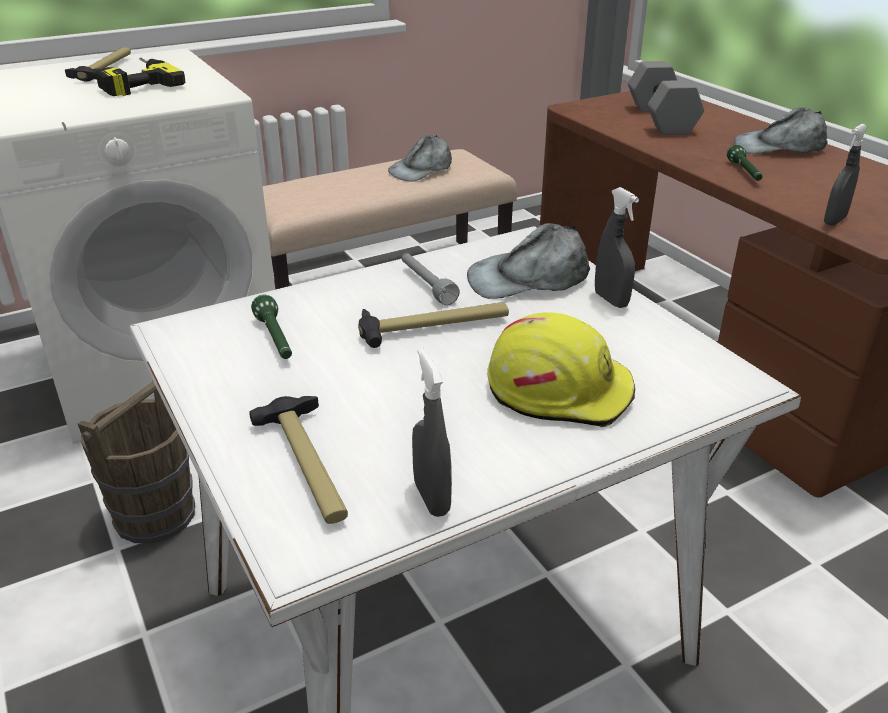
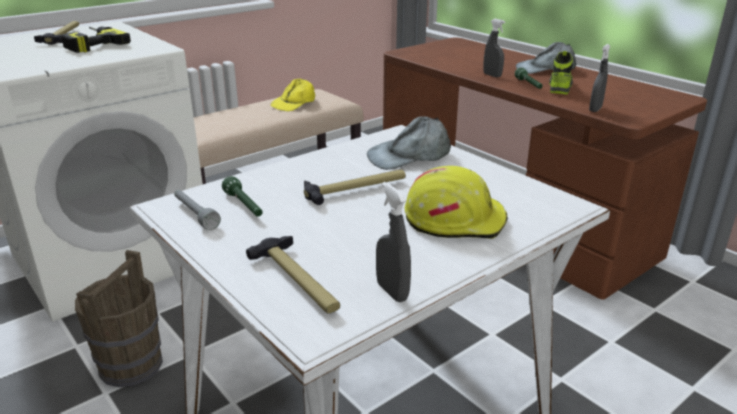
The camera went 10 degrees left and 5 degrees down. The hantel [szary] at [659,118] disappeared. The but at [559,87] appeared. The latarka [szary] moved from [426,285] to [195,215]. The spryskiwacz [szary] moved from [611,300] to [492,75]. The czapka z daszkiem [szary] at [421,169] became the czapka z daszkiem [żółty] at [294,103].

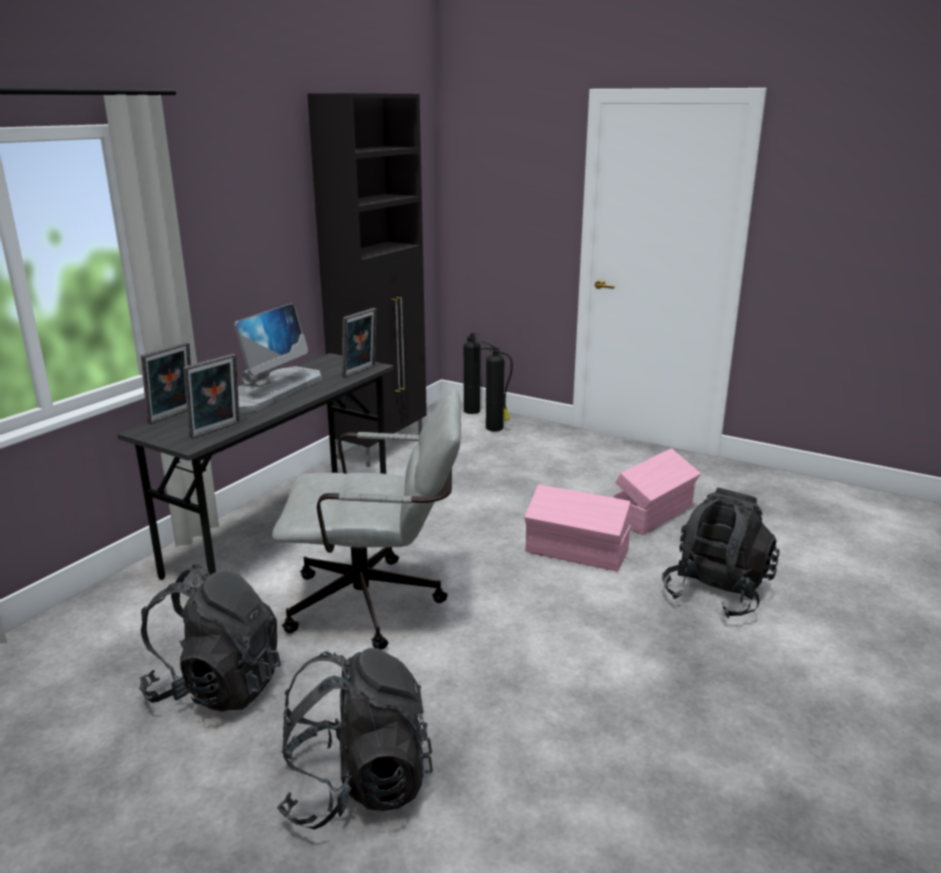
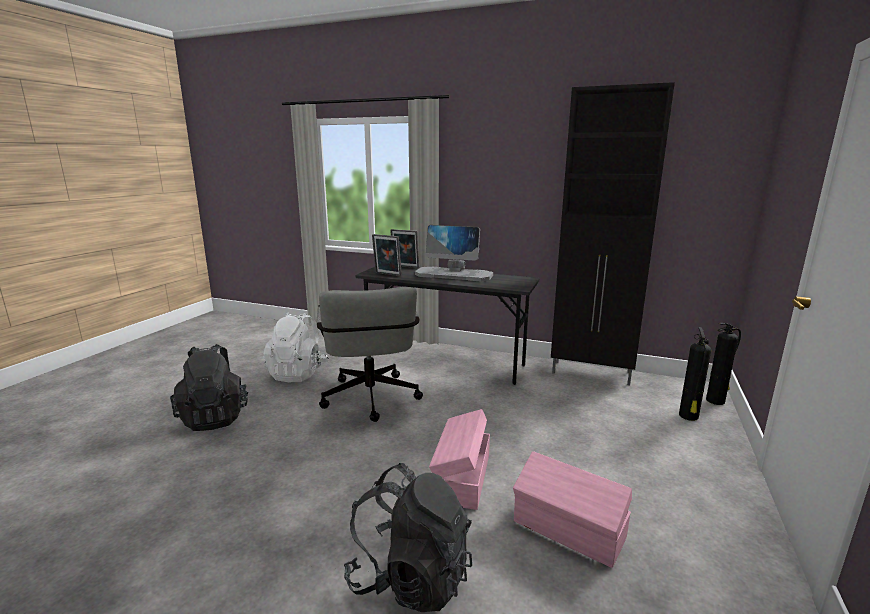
The camera went 80 degrees right and 5 degrees down. The ramka na zdjęcie at [361,372] disappeared. The plecak [czarny] at [217,686] became the plecak [biały] at [298,373].

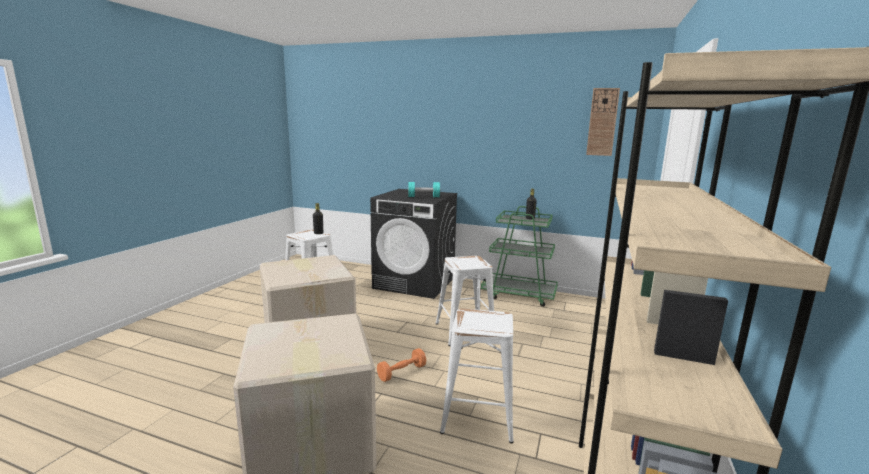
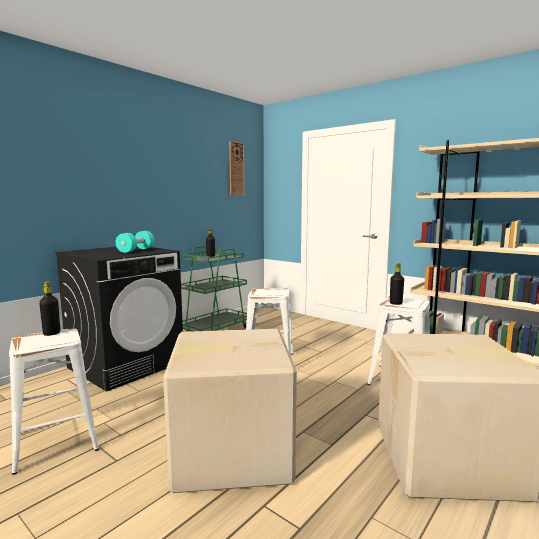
The camera went 70 degrees left and 5 degrees down. The hantel [pomarańczowy] at [402,372] disappeared. The butelka [czarny] at [396,303] appeared.

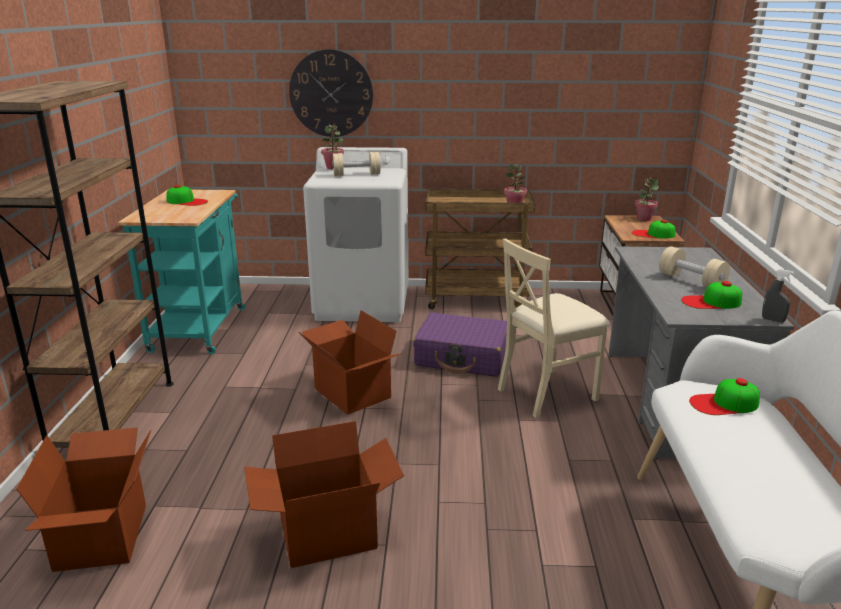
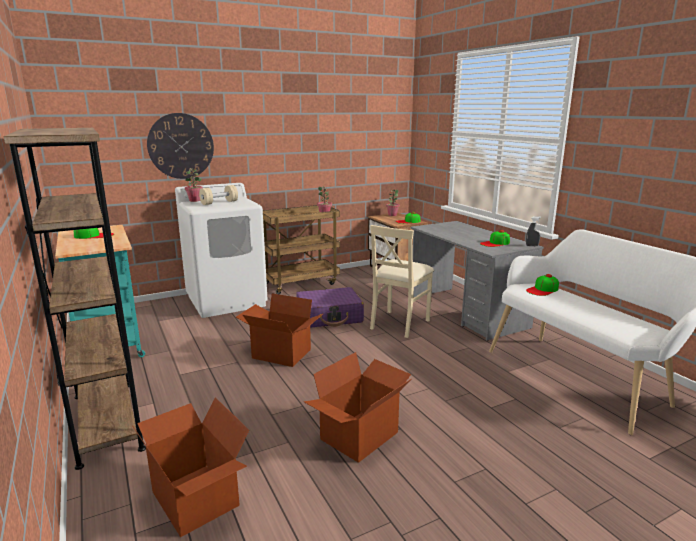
The camera went 30 degrees left and 5 degrees down. The hantel [beżowy] at [691,281] disappeared.

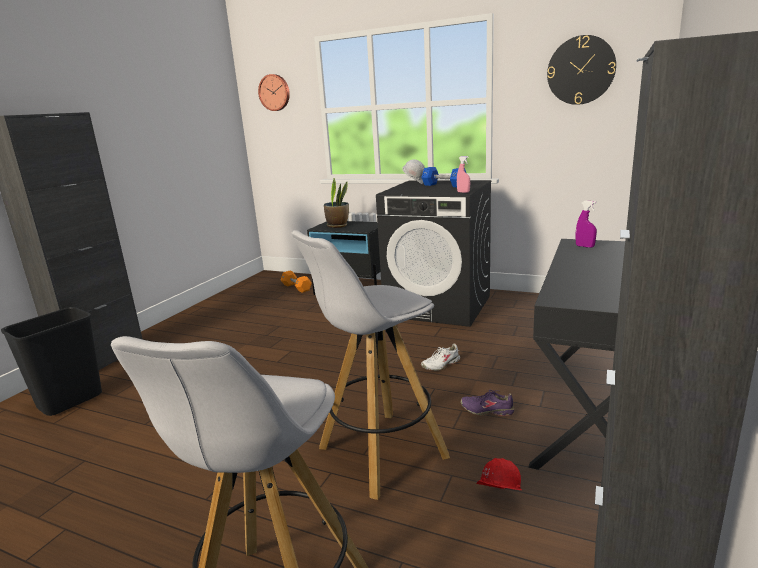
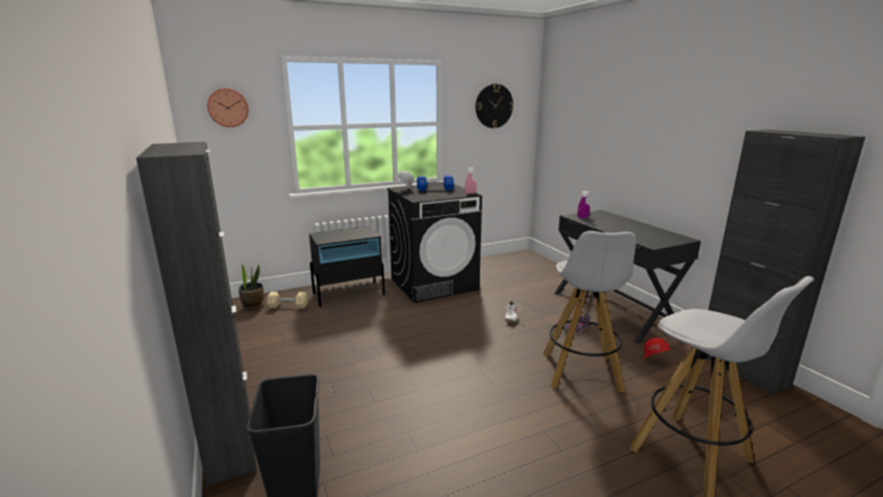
The camera went 50 degrees left and 0 degrees up. The roślina doniczkowa moved from [338,226] to [253,305]. The hantel [pomarańczowy] at [296,287] became the hantel [beżowy] at [288,306].

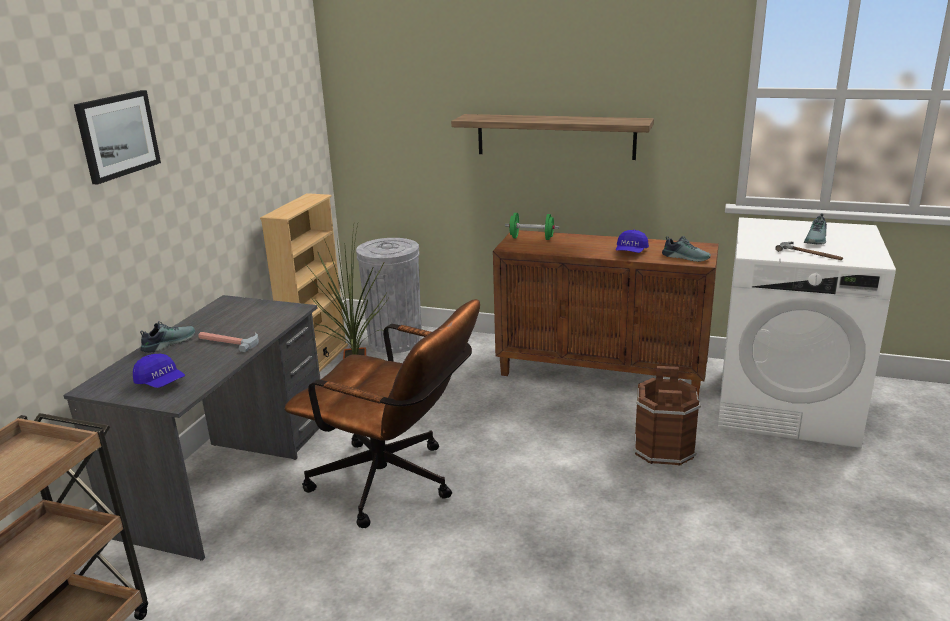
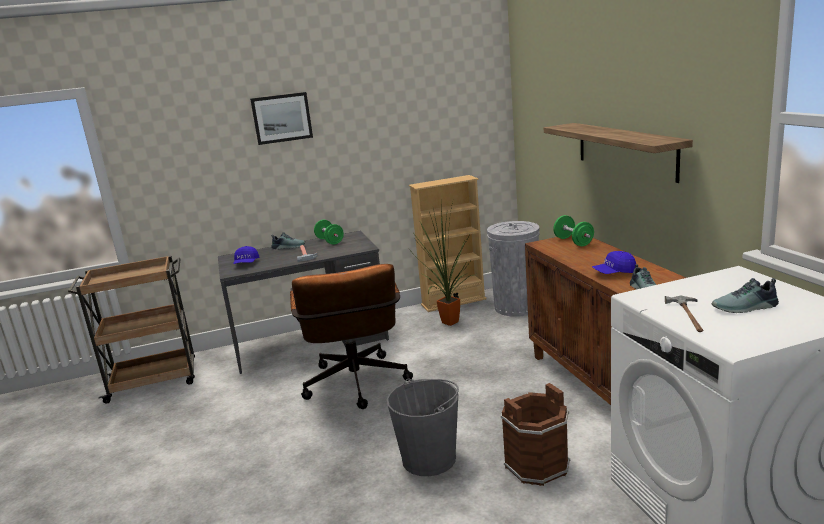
The camera went 55 degrees right and 5 degrees down. The hantel [zielony] at [330,241] appeared. The wiadro [szary] at [429,458] appeared.

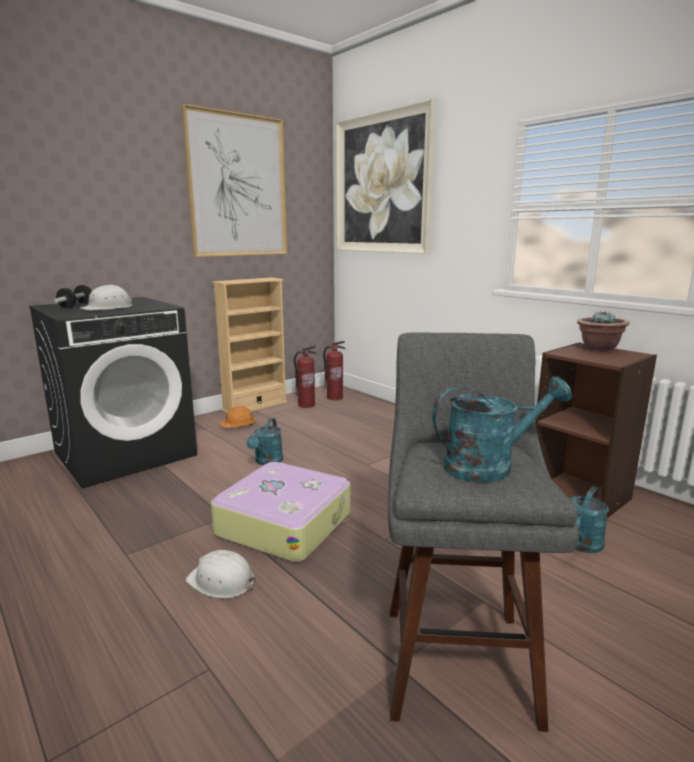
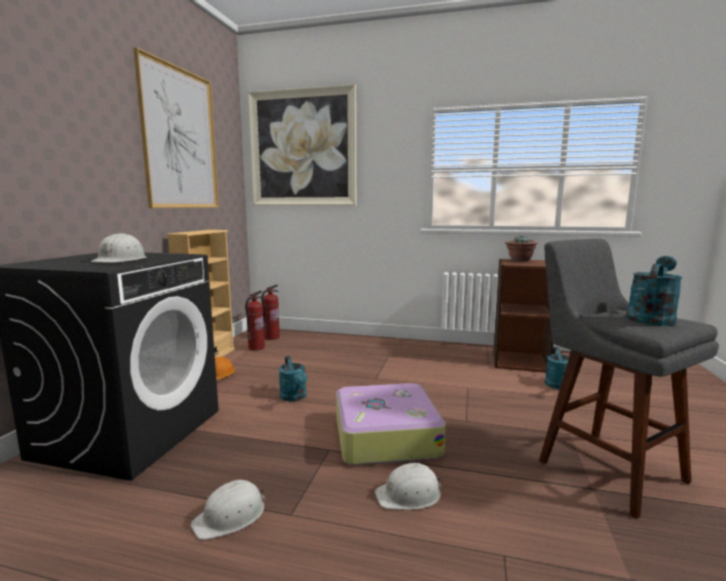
The camera went 35 degrees left and 5 degrees down. The hantel at [76,306] disappeared. The kask [biały] at [231,516] appeared.

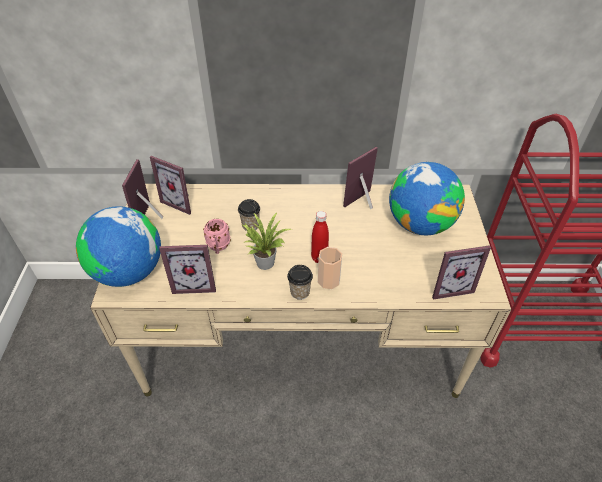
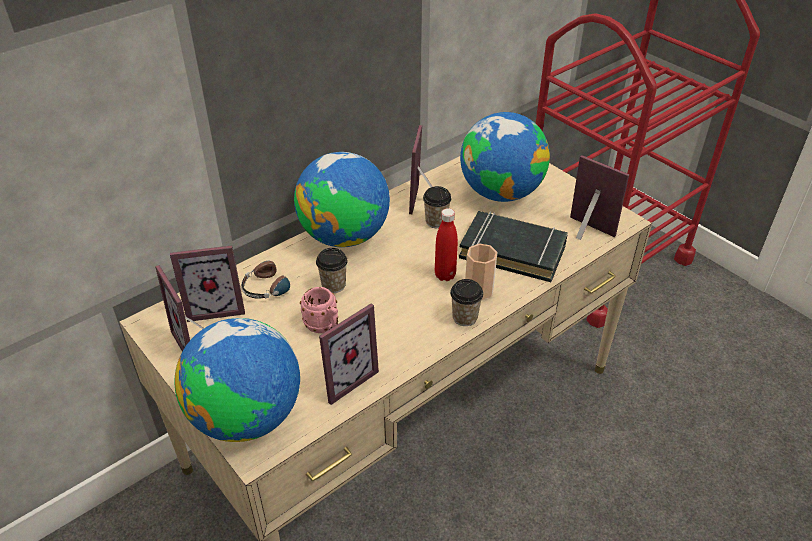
The camera went 40 degrees left and 5 degrees down. The roślina doniczkowa at [265,261] disappeared. The słuchawki at [273,284] appeared. The globus at [345,236] appeared. The filiżanka at [436,222] appeared. The książka [czarny] at [513,251] appeared. The ramka na zdjęcie at [449,286] turned 90 degrees counterclockwise.

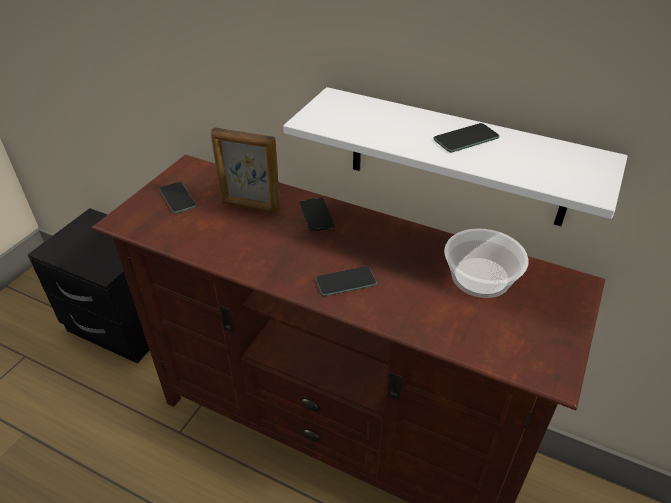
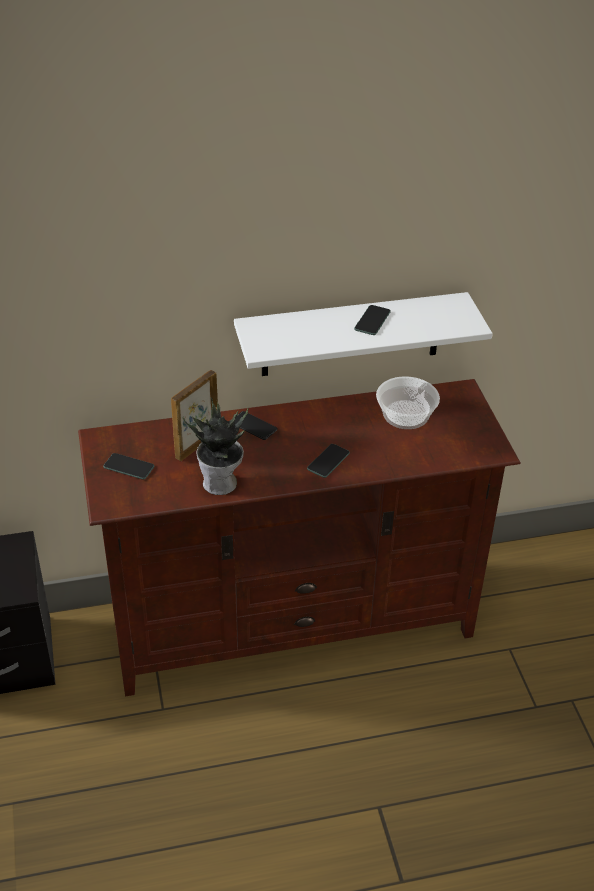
The camera went 40 degrees left and 0 degrees up. The roślina doniczkowa at [221,484] appeared. The ramka na zdjęcie at [250,207] turned 150 degrees clockwise.

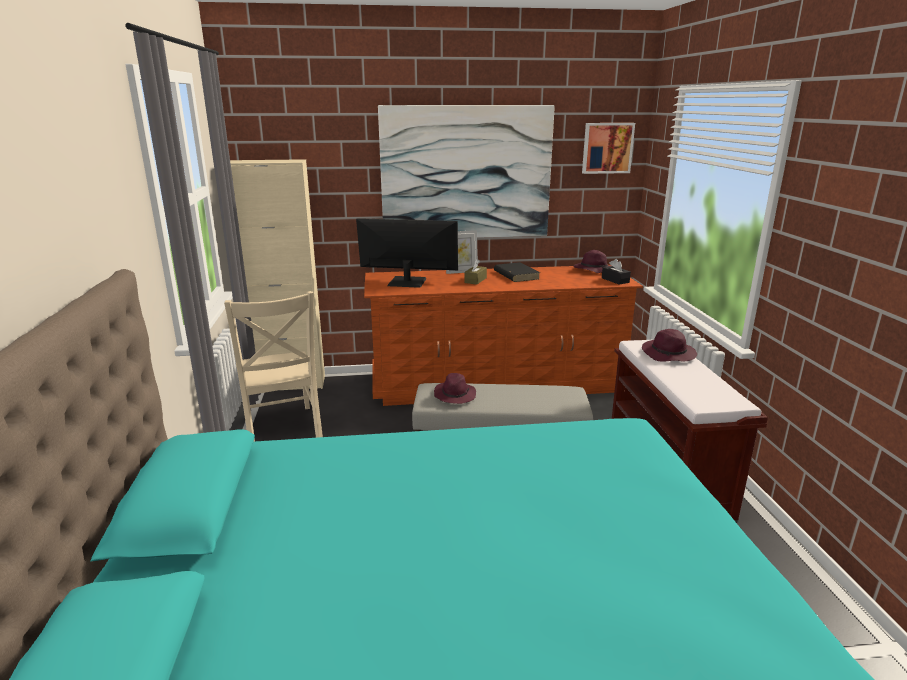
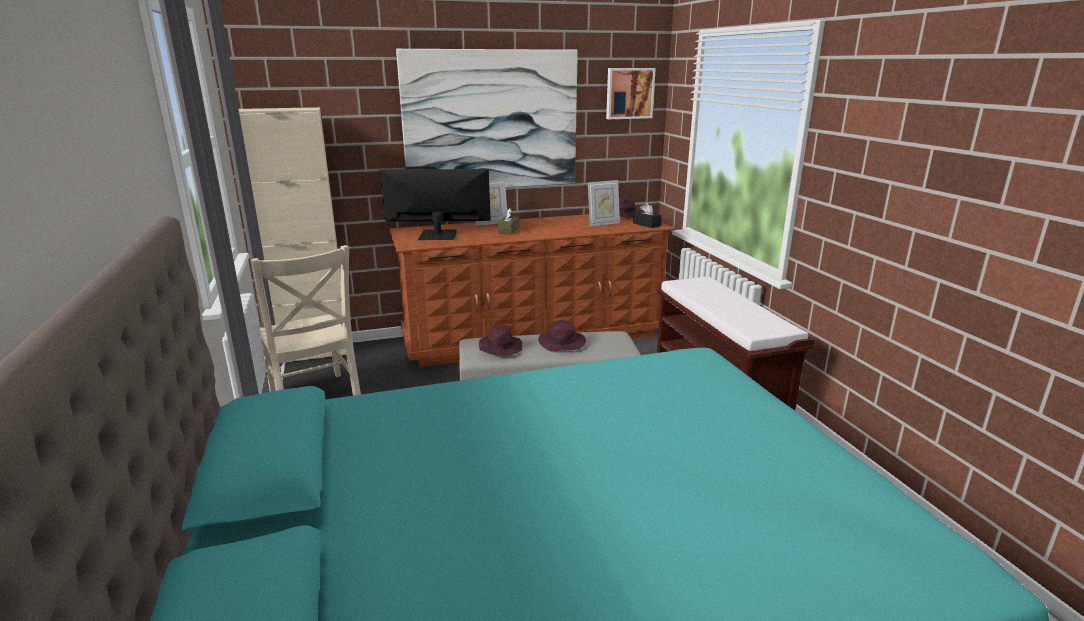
The camera went 10 degrees left and 0 degrees up. The książka [czarny] at [516,275] disappeared. The ramka na zdjęcie at [603,224] appeared. The kapelusz [fioletowy] moved from [669,354] to [562,343].

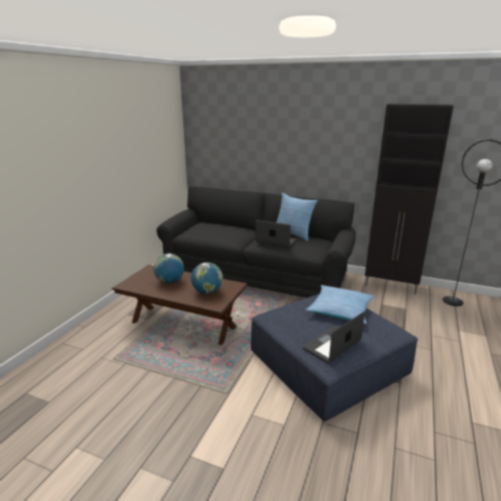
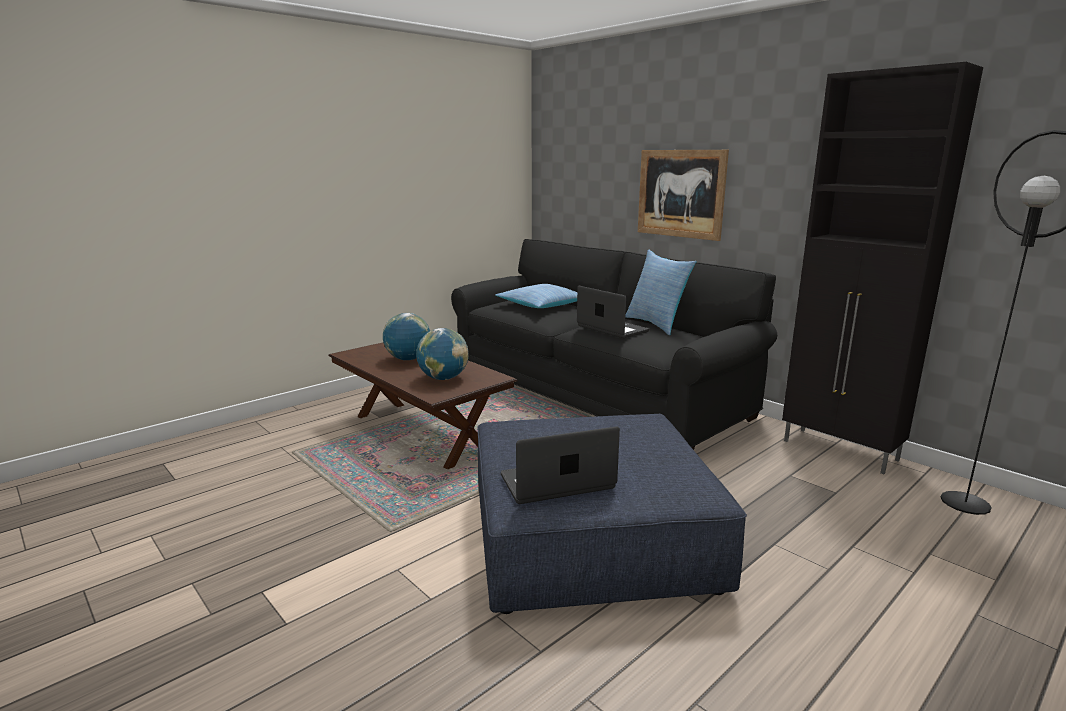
The camera went 25 degrees right and 5 degrees down. The obraz at [680,193] appeared. The poduszka moved from [340,310] to [541,305].

